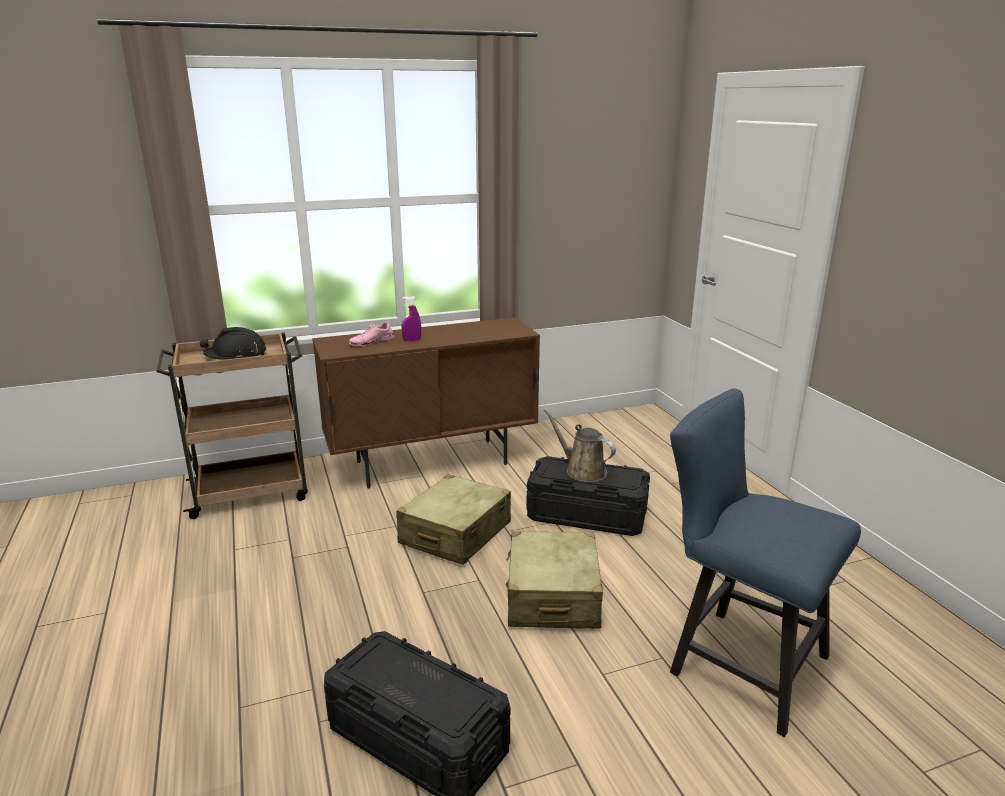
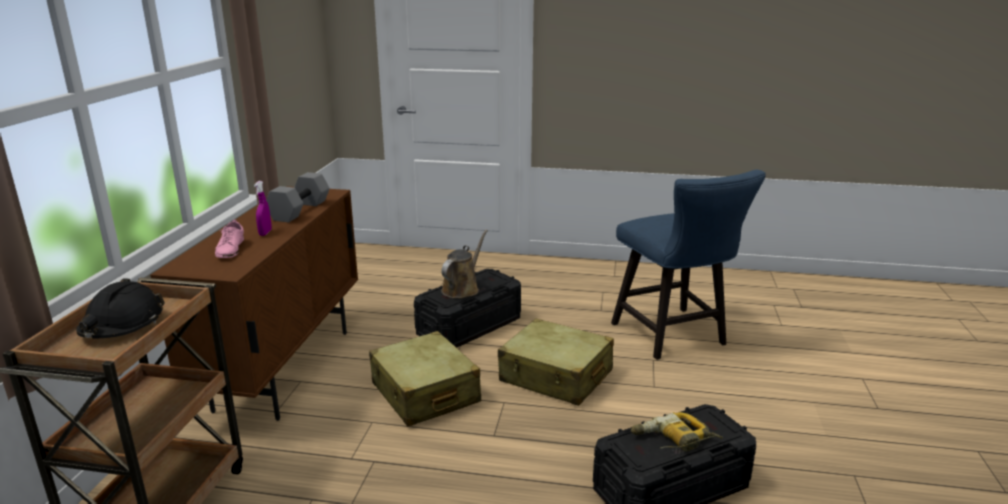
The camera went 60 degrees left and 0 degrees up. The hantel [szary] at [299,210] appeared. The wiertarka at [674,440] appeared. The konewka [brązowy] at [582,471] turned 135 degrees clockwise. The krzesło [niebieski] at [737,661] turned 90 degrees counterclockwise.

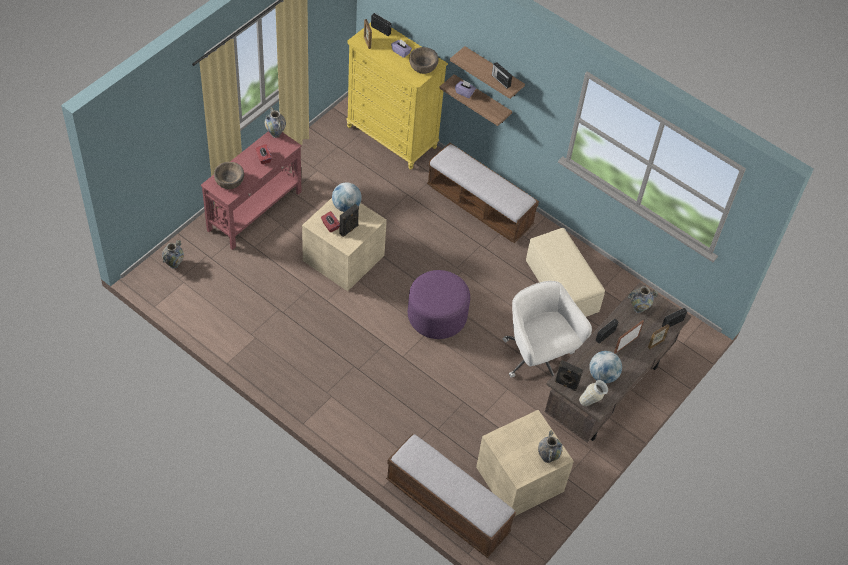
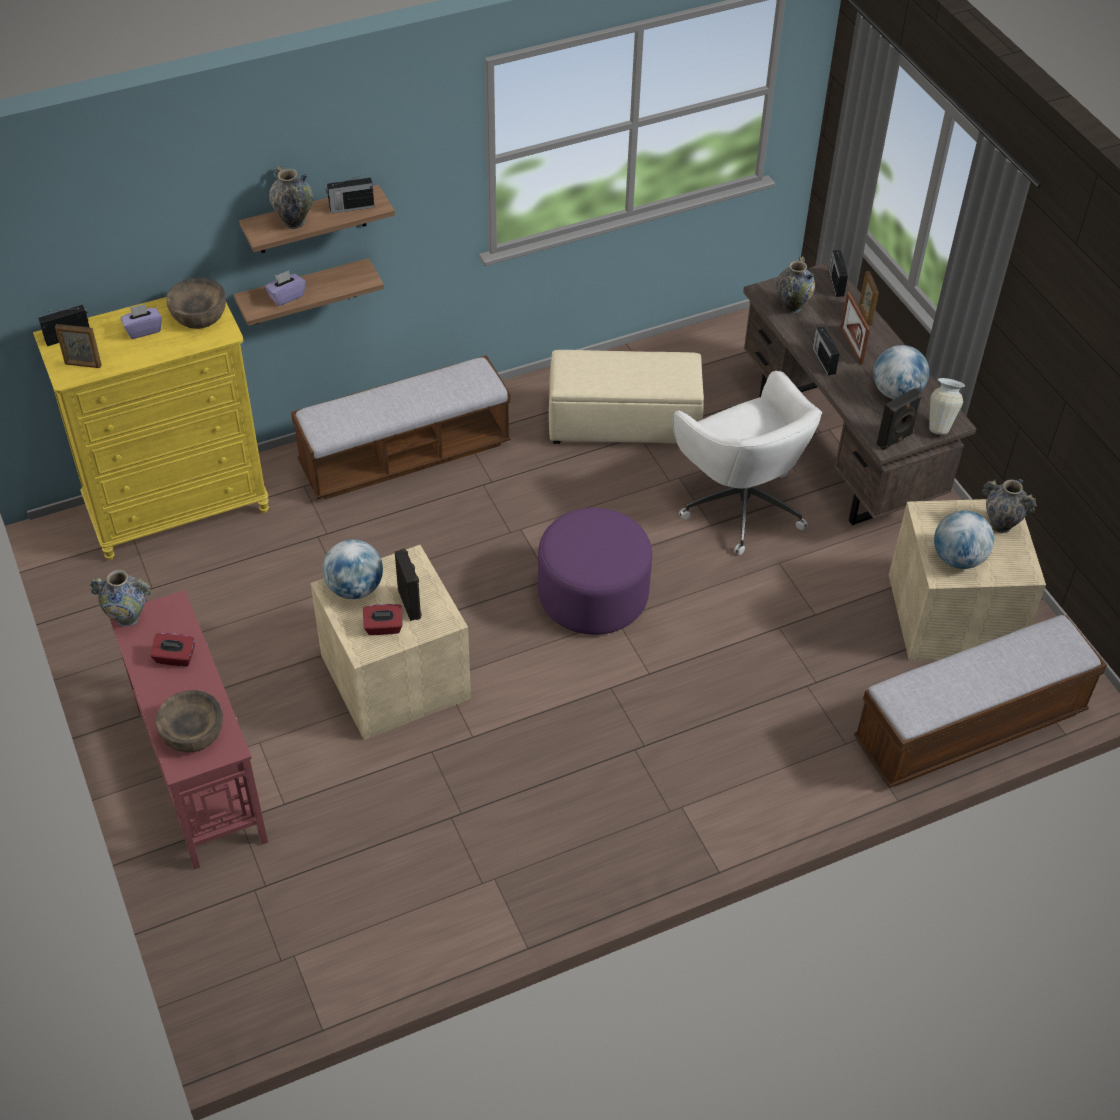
The camera went 60 degrees left and 5 degrees down. The globus at [958,558] appeared. The wazon moved from [174,264] to [294,222]. The krzesło biurowe [biały] at [538,358] turned 120 degrees counterclockwise.

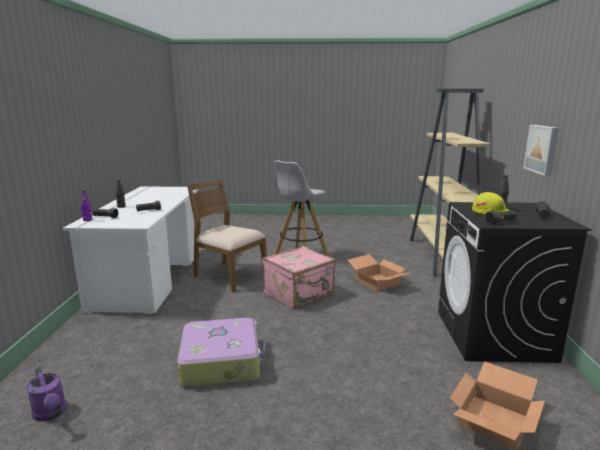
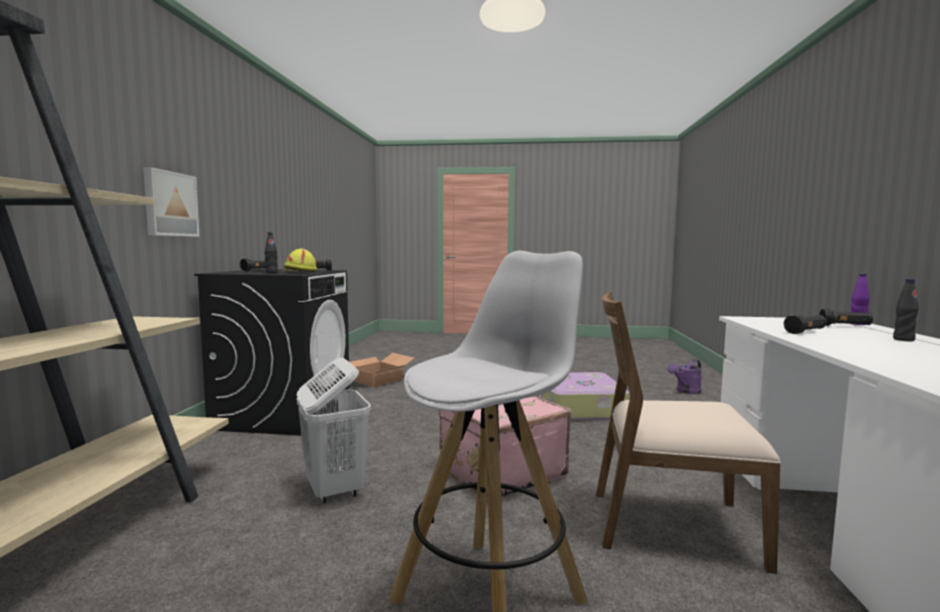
The camera went 175 degrees left and 10 degrees down. The karton at [378,282] was replaced by the kosz na pranie [biały] at [334,490]. The konewka [fioletowy] at [51,414] turned 90 degrees counterclockwise. The krzesło [brązowy] at [229,276] turned 150 degrees clockwise.

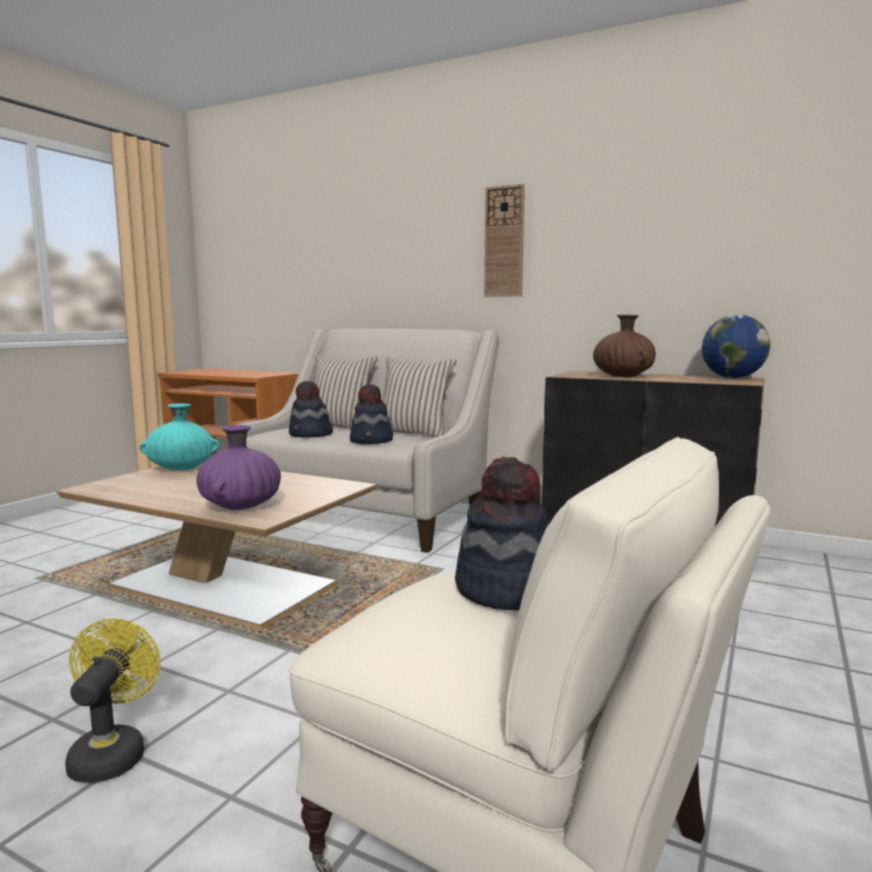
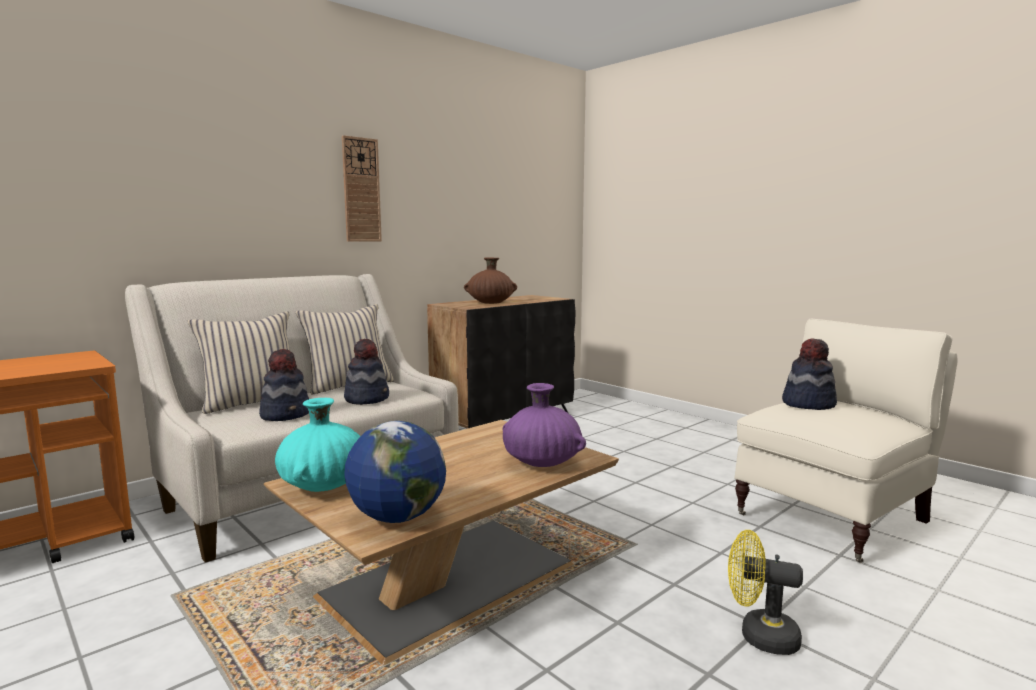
The camera went 70 degrees left and 0 degrees up. The globus moved from [732,378] to [397,517].

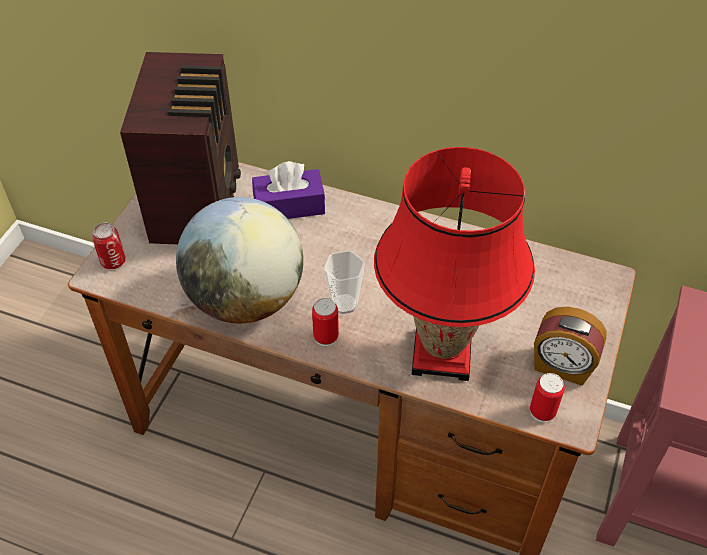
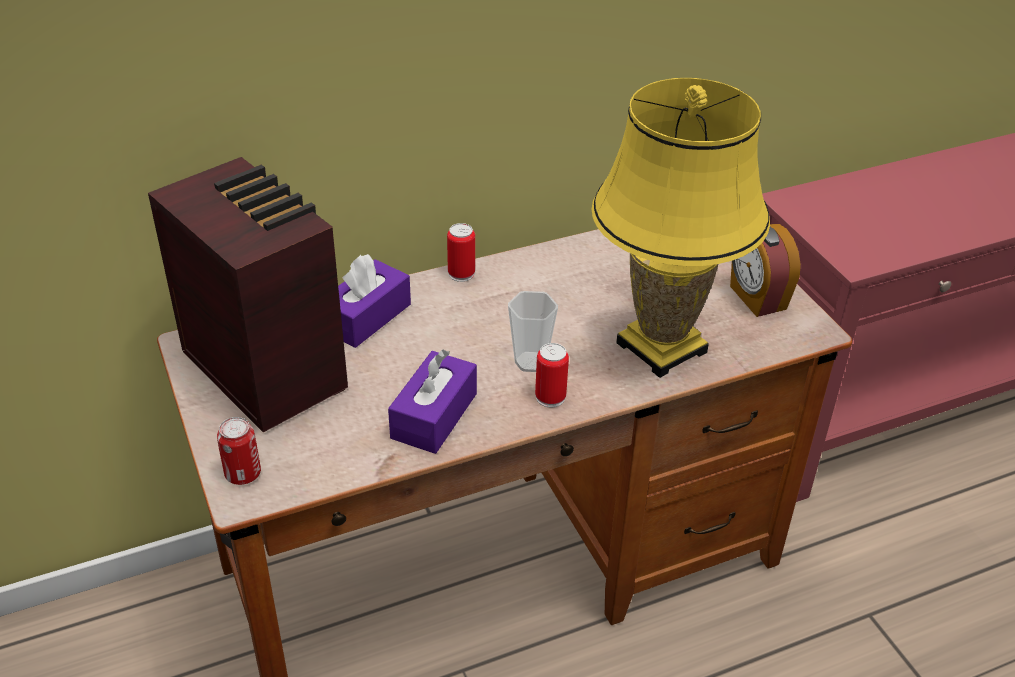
The camera went 45 degrees left and 10 degrees down. The puszka moved from [542,411] to [461,274]. The globus at [246,299] was replaced by the pudełko chusteczek [fioletowy] at [434,416]. The lampa stołowa [czerwony] at [441,354] became the lampa stołowa [żółty] at [660,347]. The budzik at [561,366] turned 90 degrees clockwise.

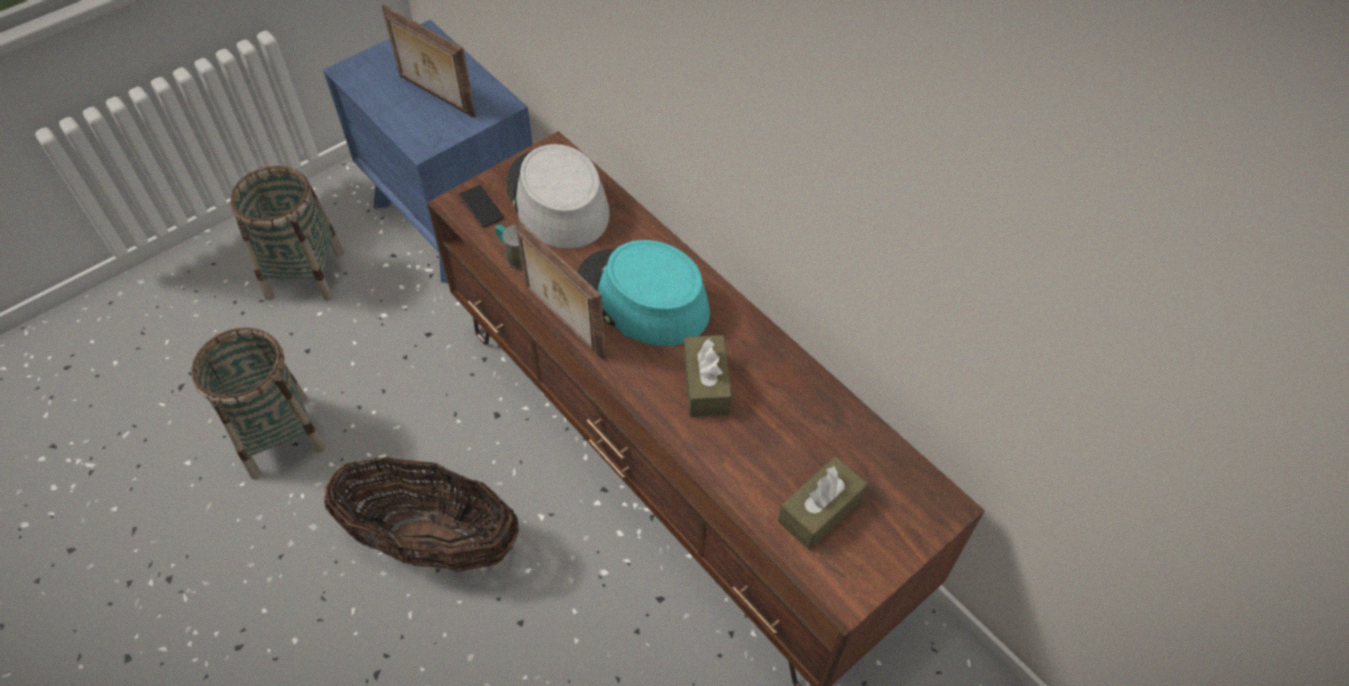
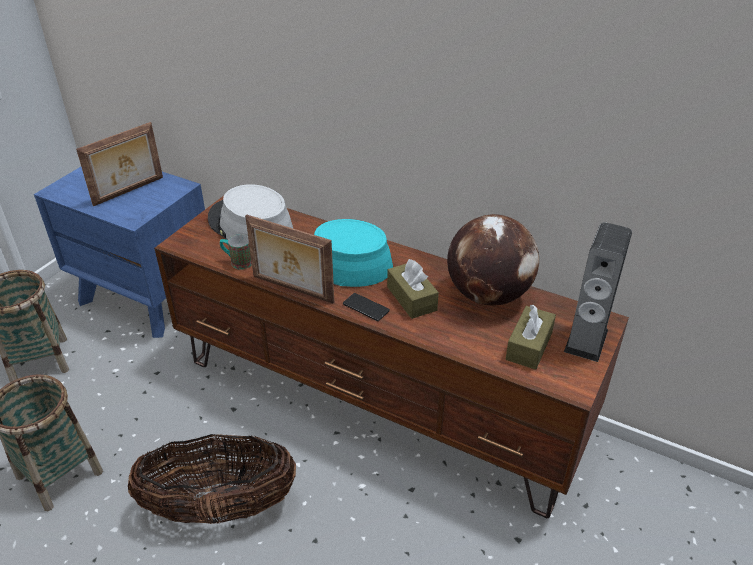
The camera went 20 degrees left and 15 degrees down. The globus at [488,295] appeared. The głośnik at [586,340] appeared. The telefon moved from [481,207] to [366,307]. The ramka na zdjęcie at [435,97] turned 60 degrees counterclockwise.

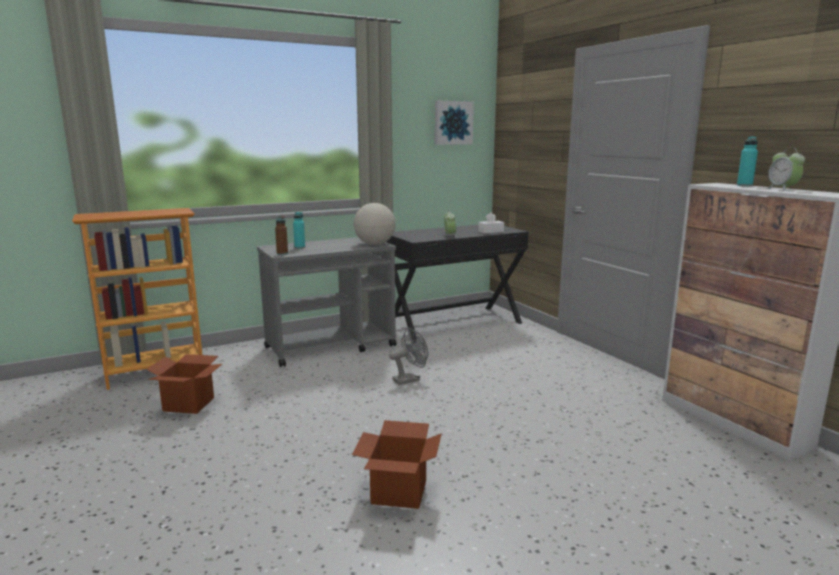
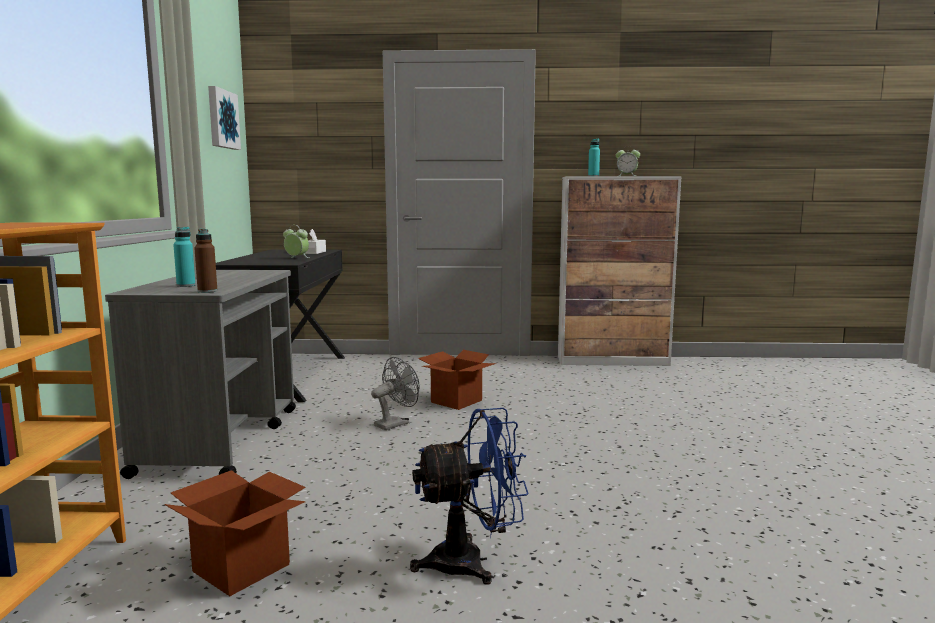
The camera went 60 degrees left and 5 degrees down. The globus at [375,244] disappeared. The wentylator [niebieski] at [471,562] appeared. The karton moved from [399,492] to [456,401]. The wentylator [szary] at [410,379] turned 45 degrees clockwise.

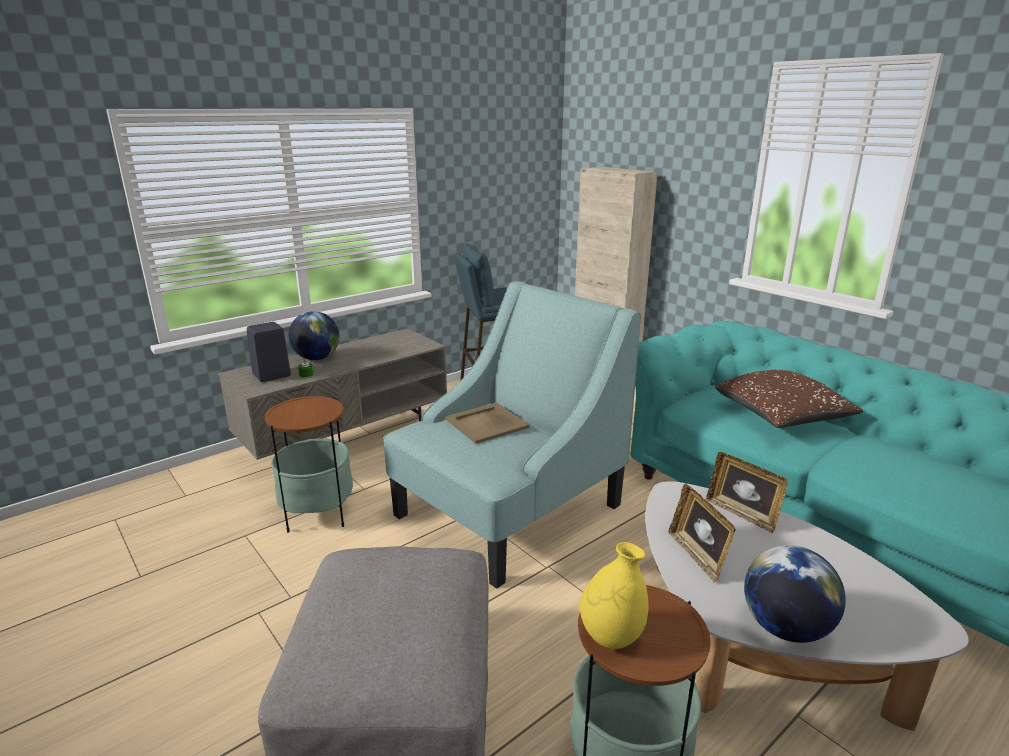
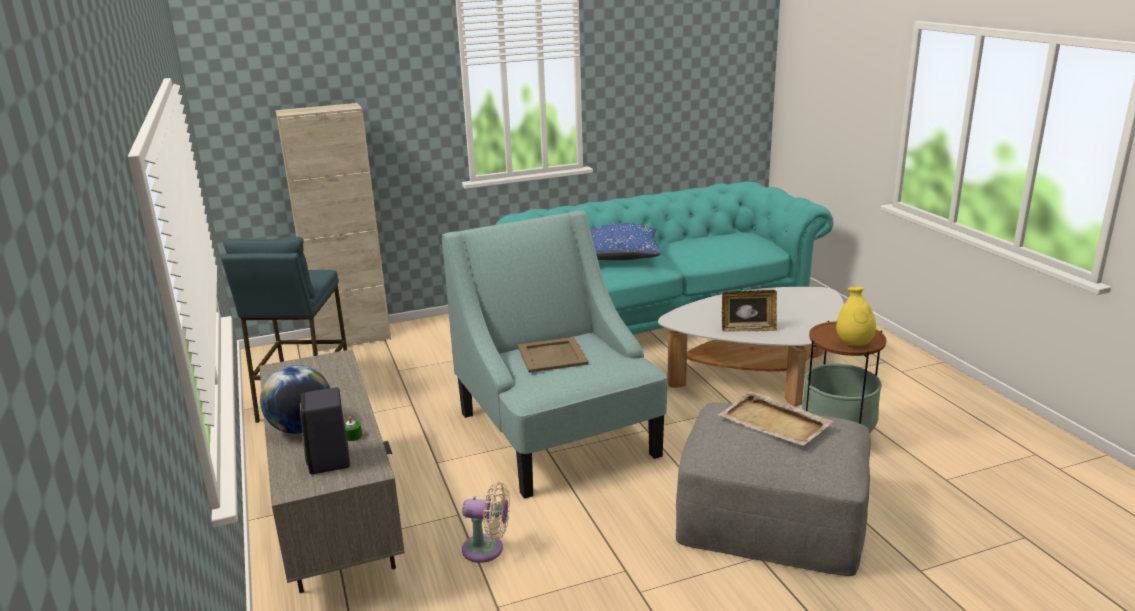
The camera went 70 degrees left and 0 degrees up. The ramka na zdjęcie at [742,514] disappeared. The globus at [785,628] disappeared. The taca [beżowy] at [775,422] appeared. The stolik at [318,513] was replaced by the wentylator [beżowy] at [487,549]. The poduszka [brązowy] at [782,416] became the poduszka [niebieski] at [621,256].

